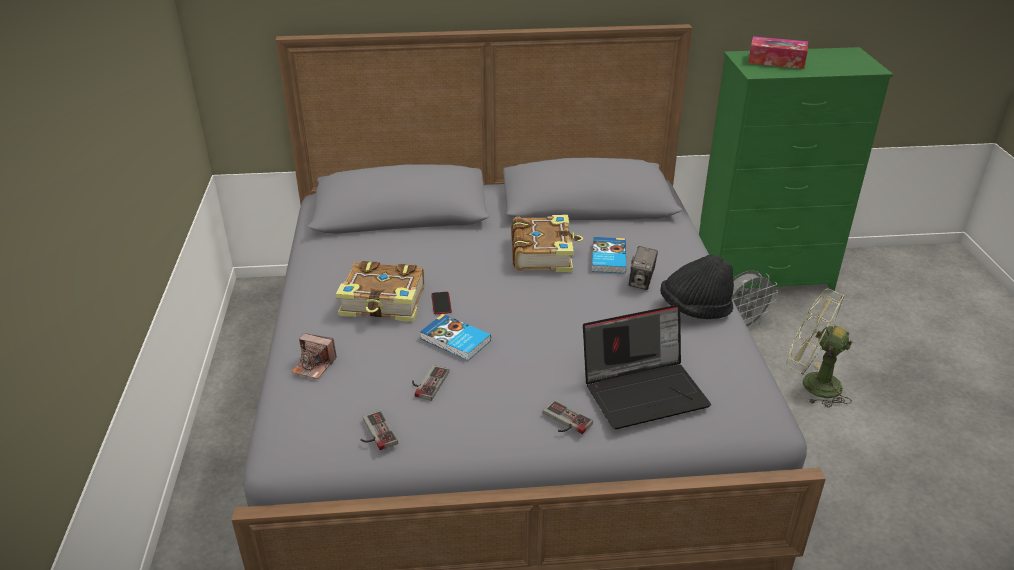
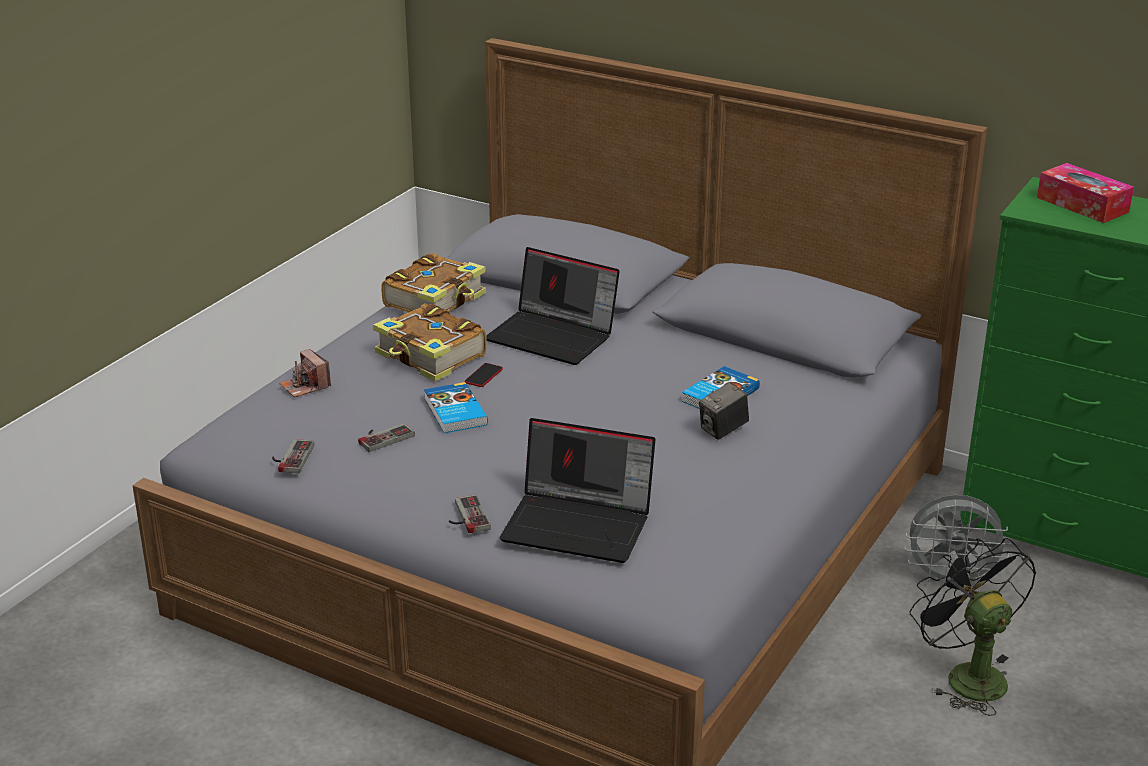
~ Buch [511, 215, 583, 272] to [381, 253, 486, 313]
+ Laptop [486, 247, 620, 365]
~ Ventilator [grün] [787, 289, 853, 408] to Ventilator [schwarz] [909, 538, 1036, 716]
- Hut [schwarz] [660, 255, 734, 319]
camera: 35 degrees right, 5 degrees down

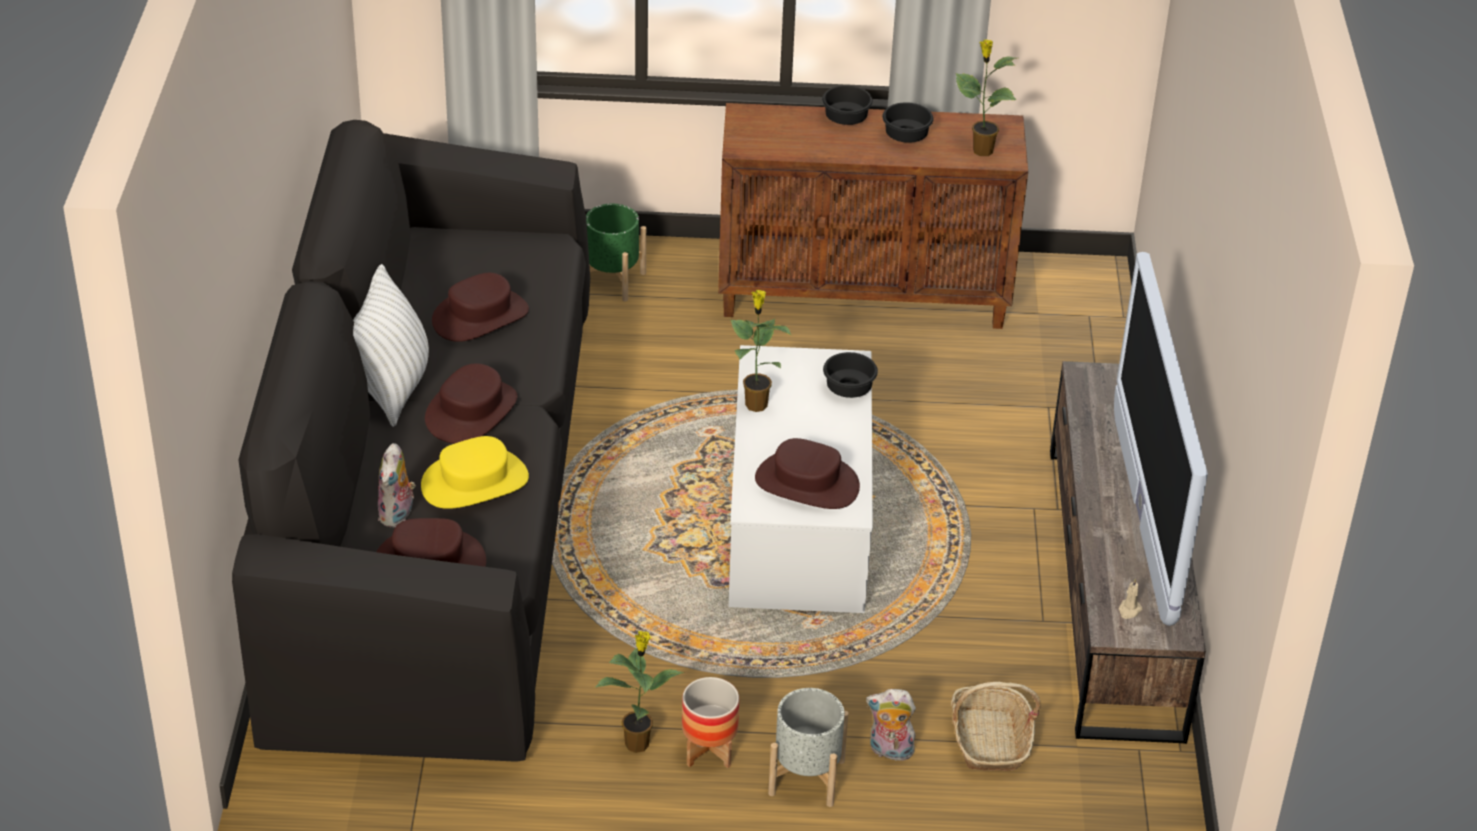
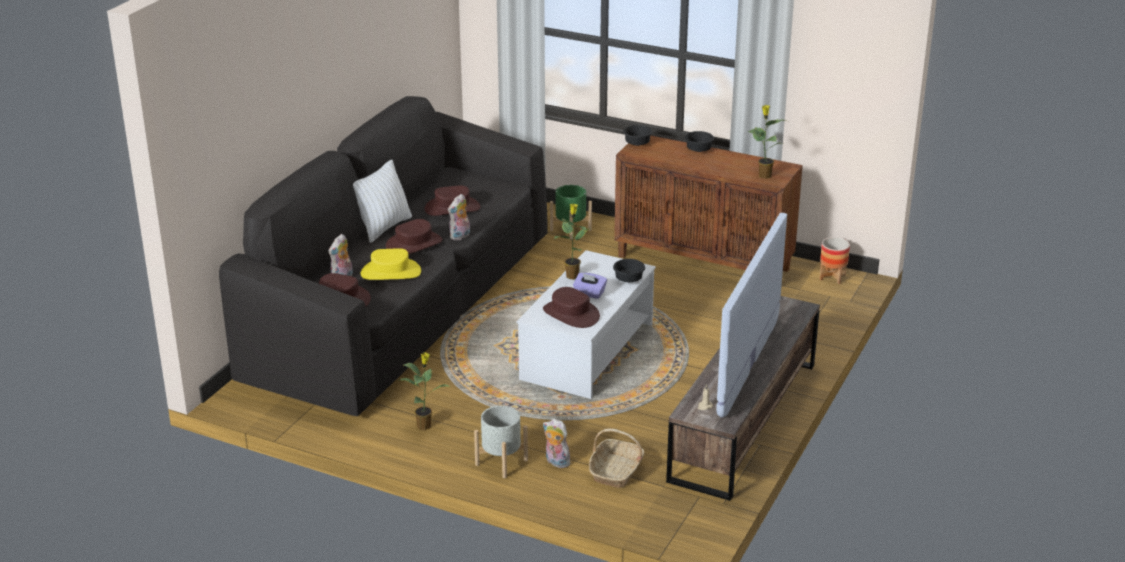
+ Plüschtier [448, 194, 470, 240]
+ Taschentuchbox [lila] [573, 273, 607, 299]
~ Schüssel [schwarz] [882, 102, 933, 143] to [623, 125, 652, 146]
~ Pflanzkübel [682, 677, 739, 768] to [820, 237, 850, 284]
camera: 25 degrees right, 10 degrees down

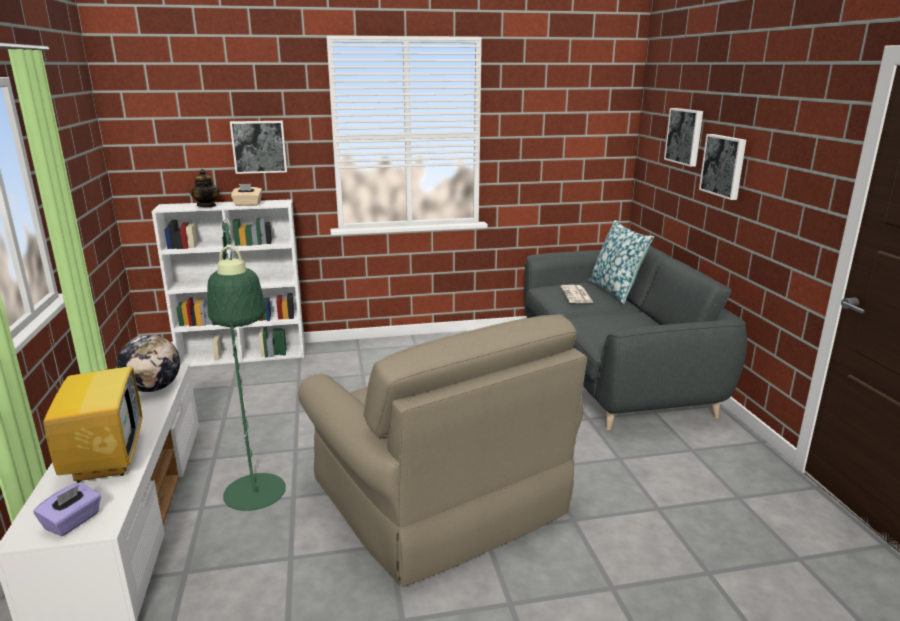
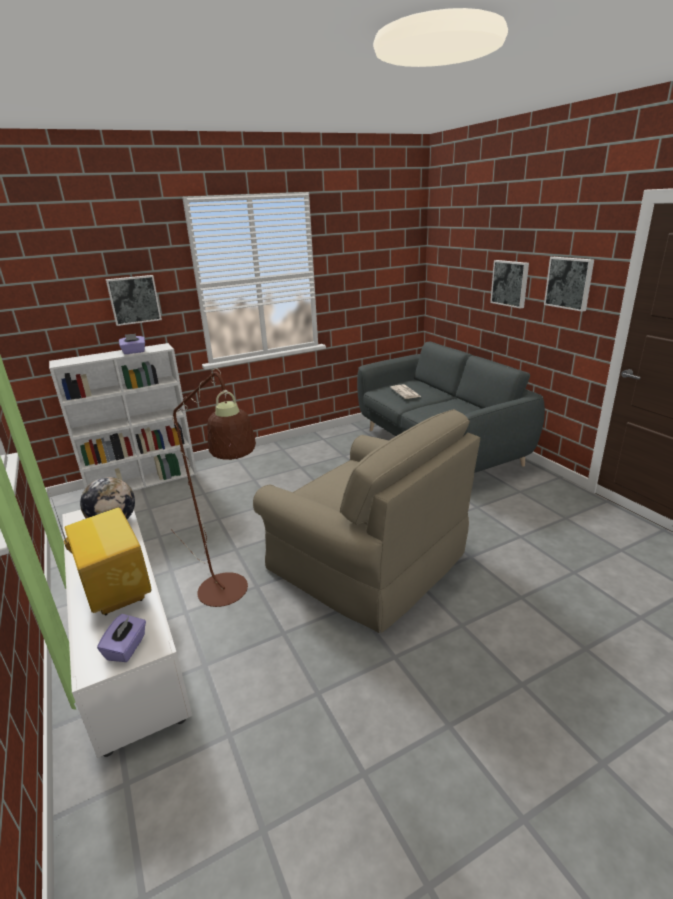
~ Taschentuchbox [beige] [231, 184, 262, 206] to Taschentuchbox [lila] [119, 333, 145, 354]
~ Stehlampe [grün] [207, 219, 286, 511] to Stehlampe [braun] [171, 368, 256, 607]
~ Bild [664, 108, 703, 167] to [544, 257, 594, 312]
- Teekanne [190, 169, 219, 207]
- Kissen [588, 220, 654, 304]
camera: 15 degrees left, 5 degrees up

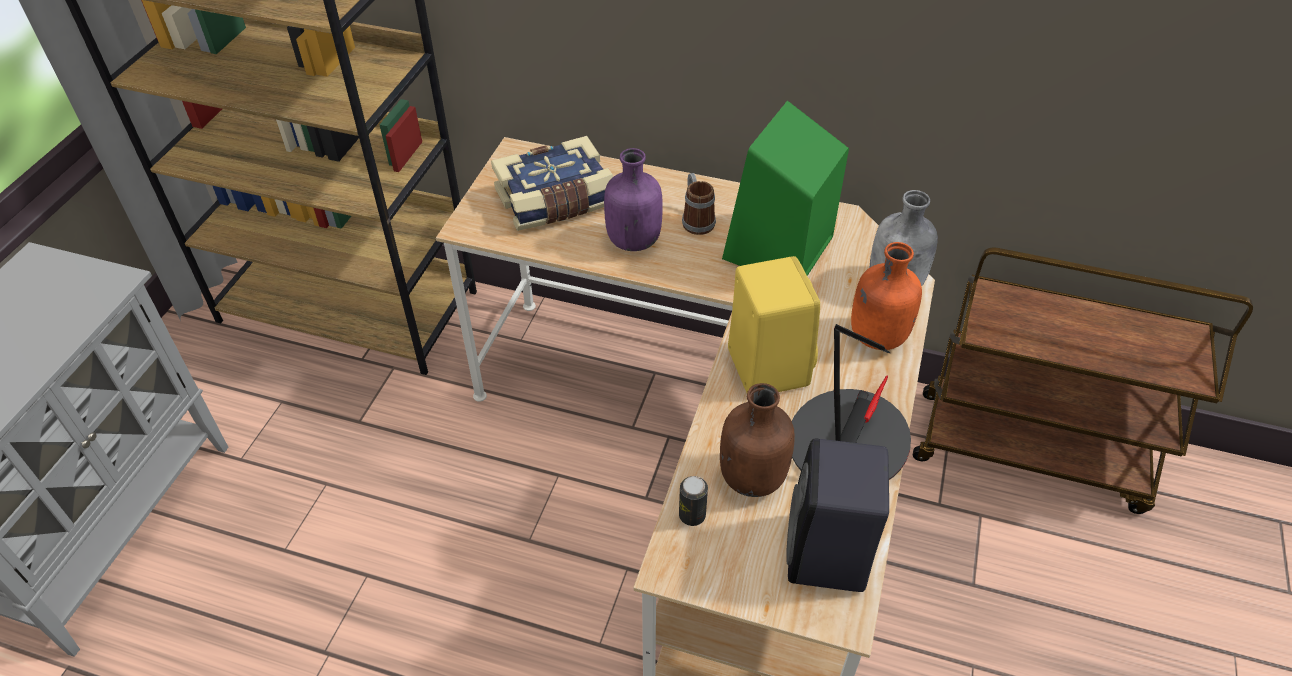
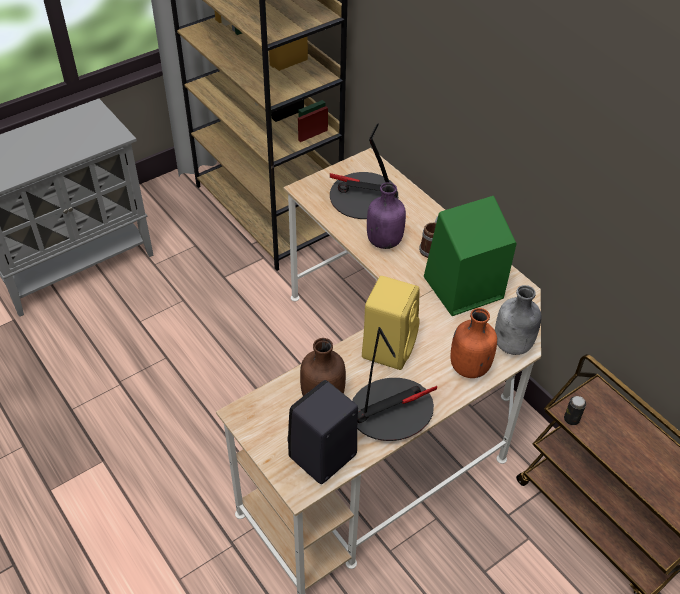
~ Buch [491, 136, 613, 231] to Tischlampe [330, 123, 398, 219]
~ Dose [679, 476, 708, 526] to [564, 396, 586, 425]
camera: 35 degrees right, 0 degrees up

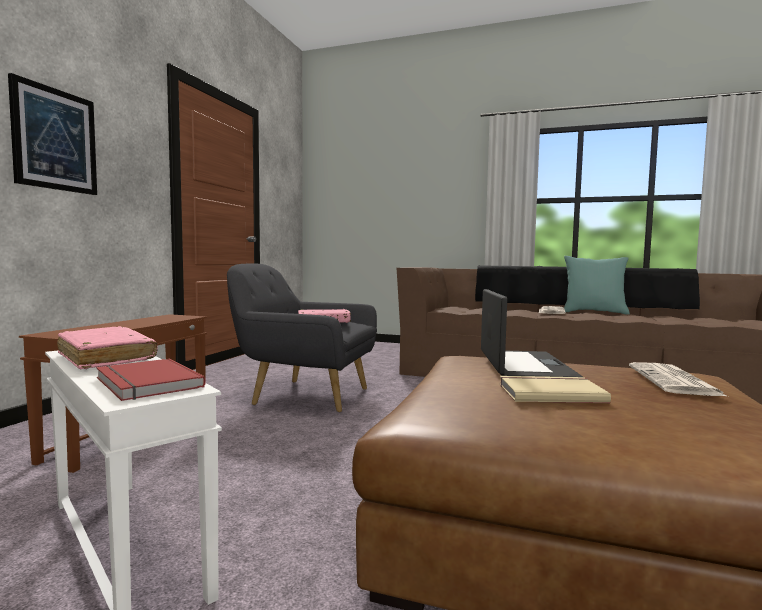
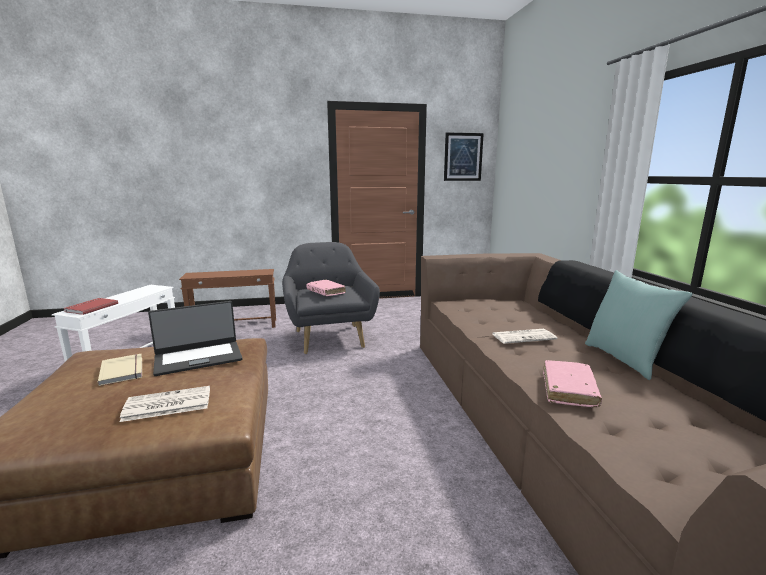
~ Bild [8, 73, 97, 195] to [444, 132, 484, 181]
~ Buch [rosa] [57, 326, 158, 369] to [543, 360, 602, 407]
camera: 60 degrees right, 10 degrees up

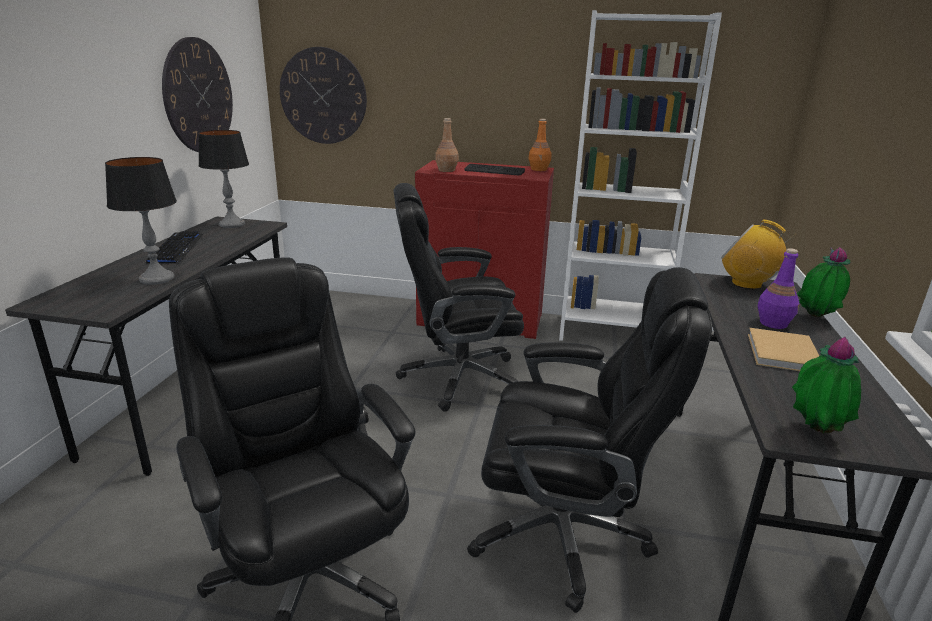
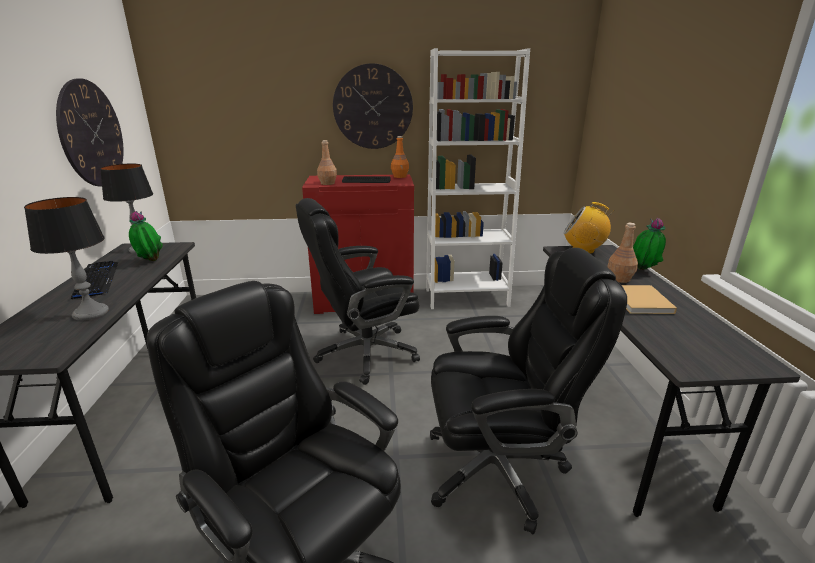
~ Topfpflanze [792, 337, 861, 433] to [129, 211, 163, 261]
~ Wanduhr [280, 47, 367, 144] to [333, 63, 413, 149]
~ Flasche [lila] [758, 248, 800, 329] to Flasche [braun] [608, 223, 638, 283]
camera: 15 degrees left, 0 degrees up

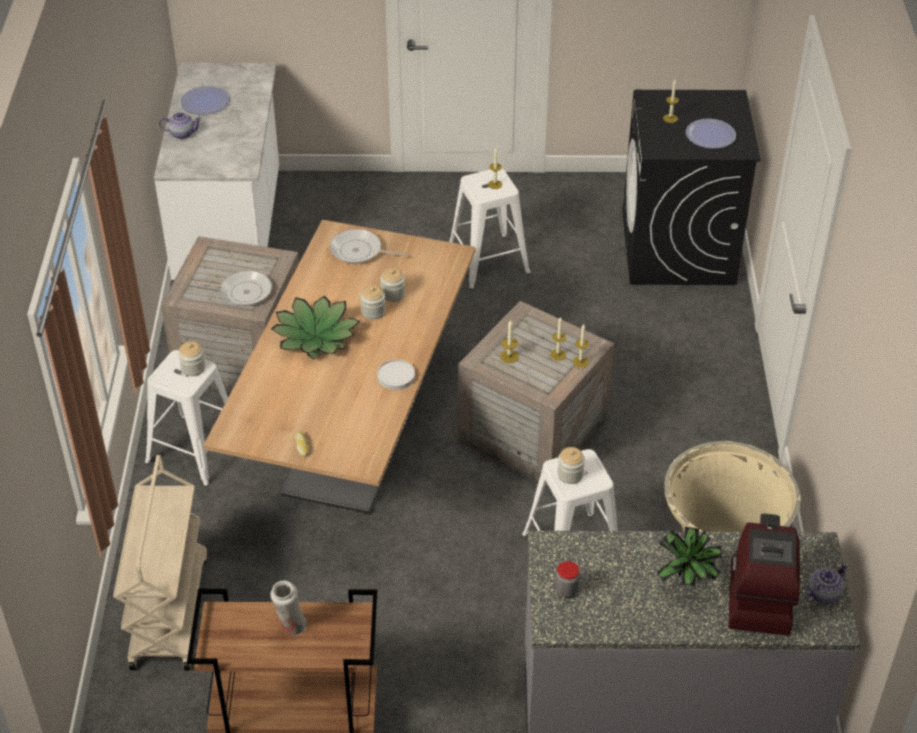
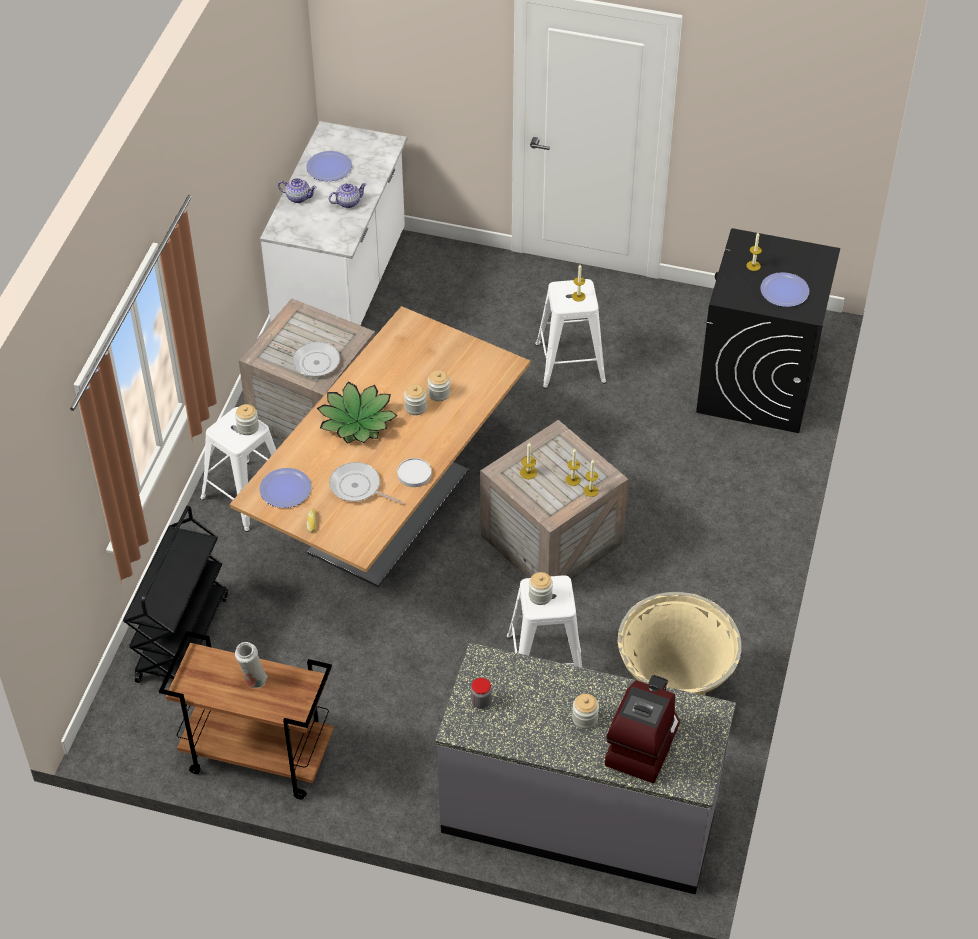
~ Rollwagen [beige] [113, 455, 207, 671] to Rollwagen [schwarz] [123, 506, 228, 683]
+ Teller [259, 468, 312, 508]
~ Teekanne [805, 563, 849, 603] to [329, 183, 367, 208]
~ Pfanne [330, 229, 408, 264] to [329, 462, 402, 504]
~ Topfpflanze [657, 526, 722, 587] to Vorratsglas [572, 694, 599, 729]
camera: 15 degrees right, 5 degrees up

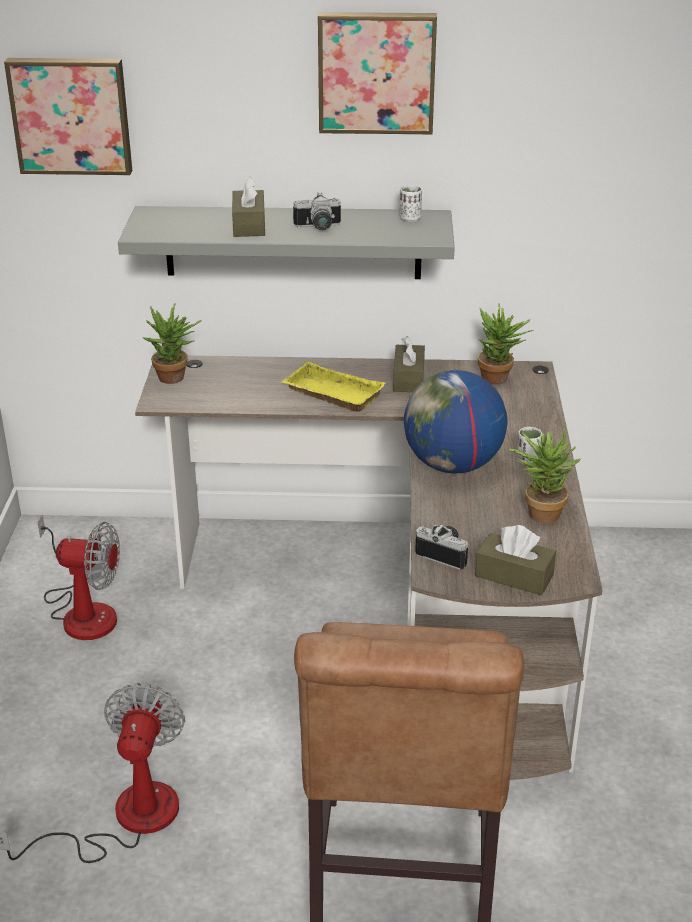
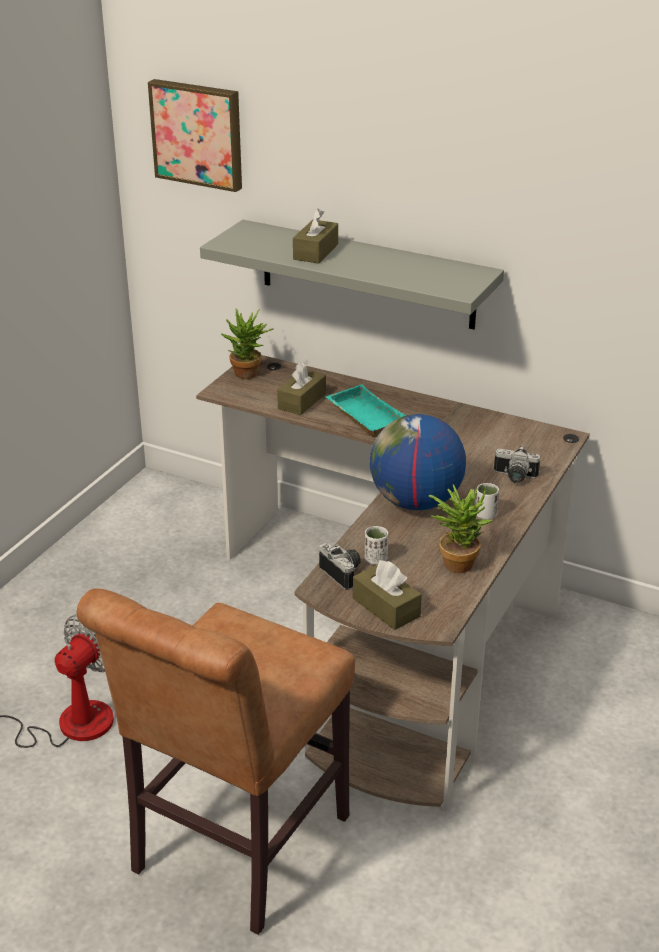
~ Taschentuchbox [braun] [393, 336, 425, 392] to [277, 362, 326, 415]
~ Tablett [gelb] [281, 361, 385, 412] to Tablett [türkis] [325, 384, 406, 437]
~ Tasse [weiß] [400, 185, 422, 222] to [365, 526, 388, 565]
~ Kamera [293, 192, 341, 230] to [494, 446, 540, 483]
- Ventilator [37, 515, 120, 640]
- Bild [318, 12, 437, 135]
- Topfpflanze [478, 303, 533, 385]
camera: 25 degrees right, 0 degrees up

